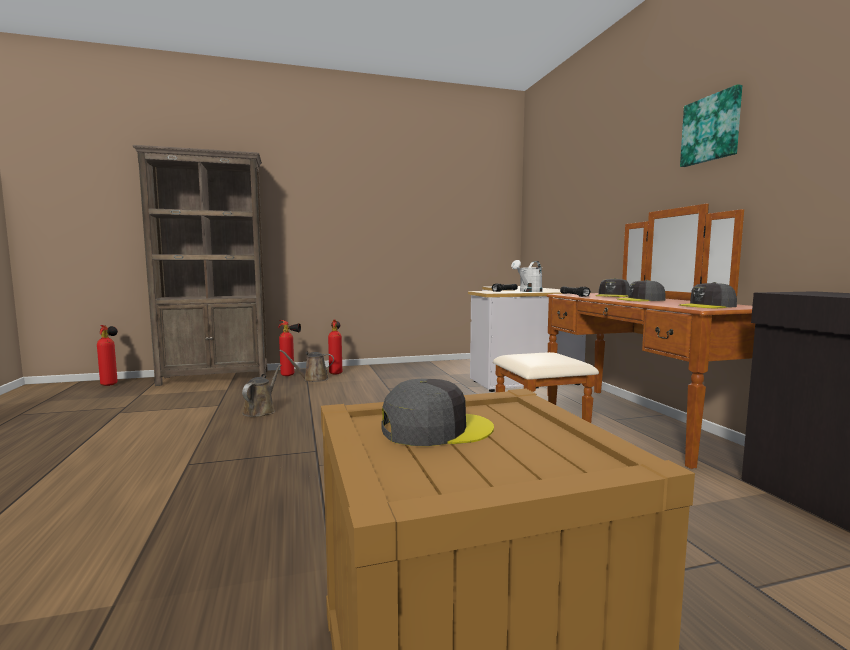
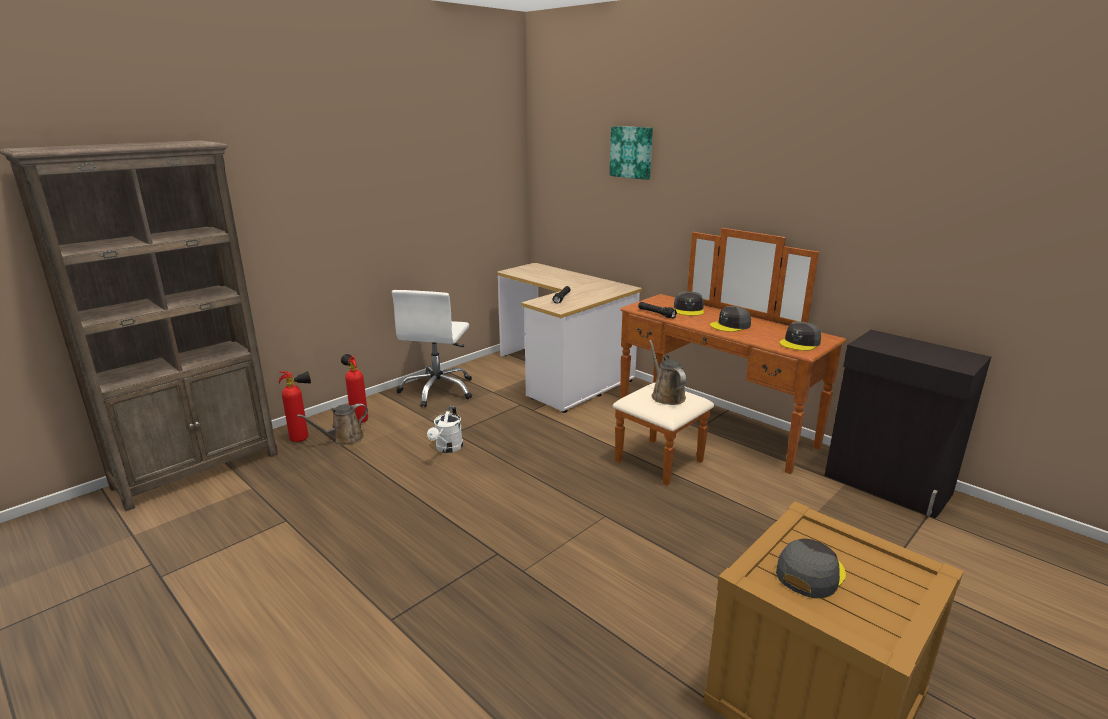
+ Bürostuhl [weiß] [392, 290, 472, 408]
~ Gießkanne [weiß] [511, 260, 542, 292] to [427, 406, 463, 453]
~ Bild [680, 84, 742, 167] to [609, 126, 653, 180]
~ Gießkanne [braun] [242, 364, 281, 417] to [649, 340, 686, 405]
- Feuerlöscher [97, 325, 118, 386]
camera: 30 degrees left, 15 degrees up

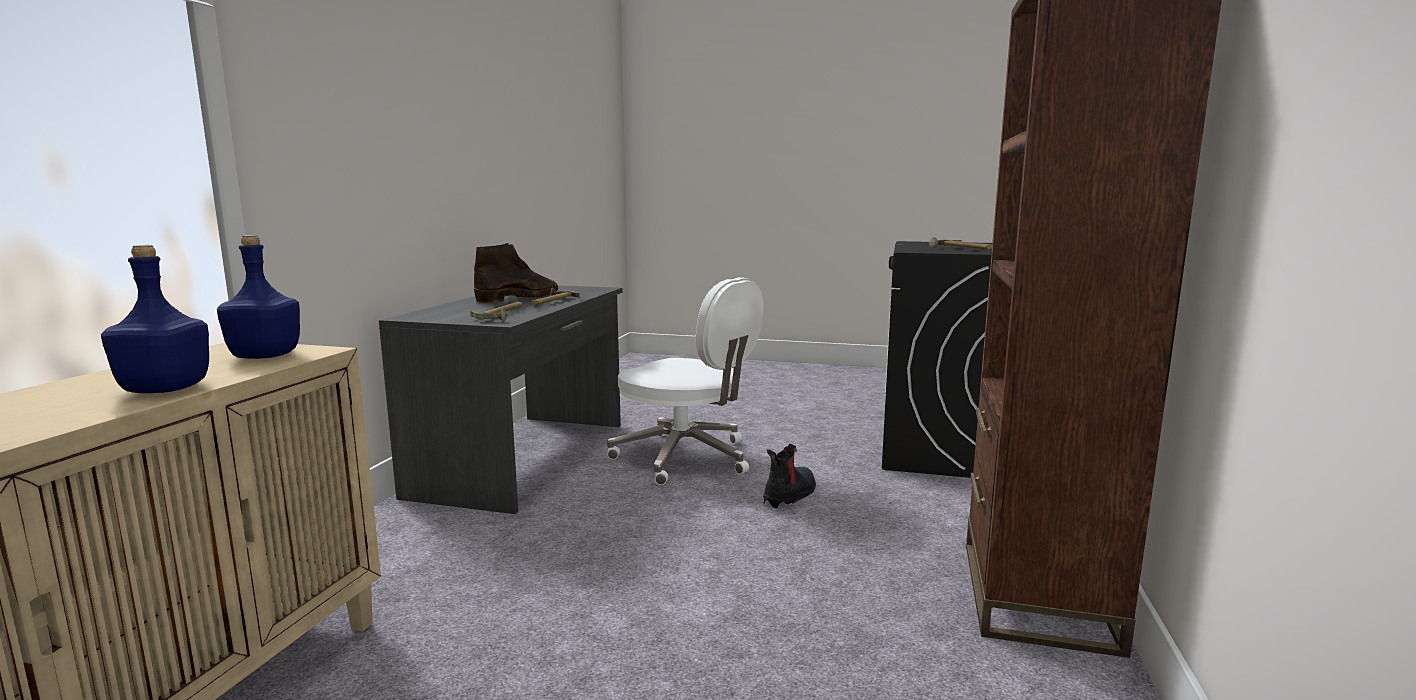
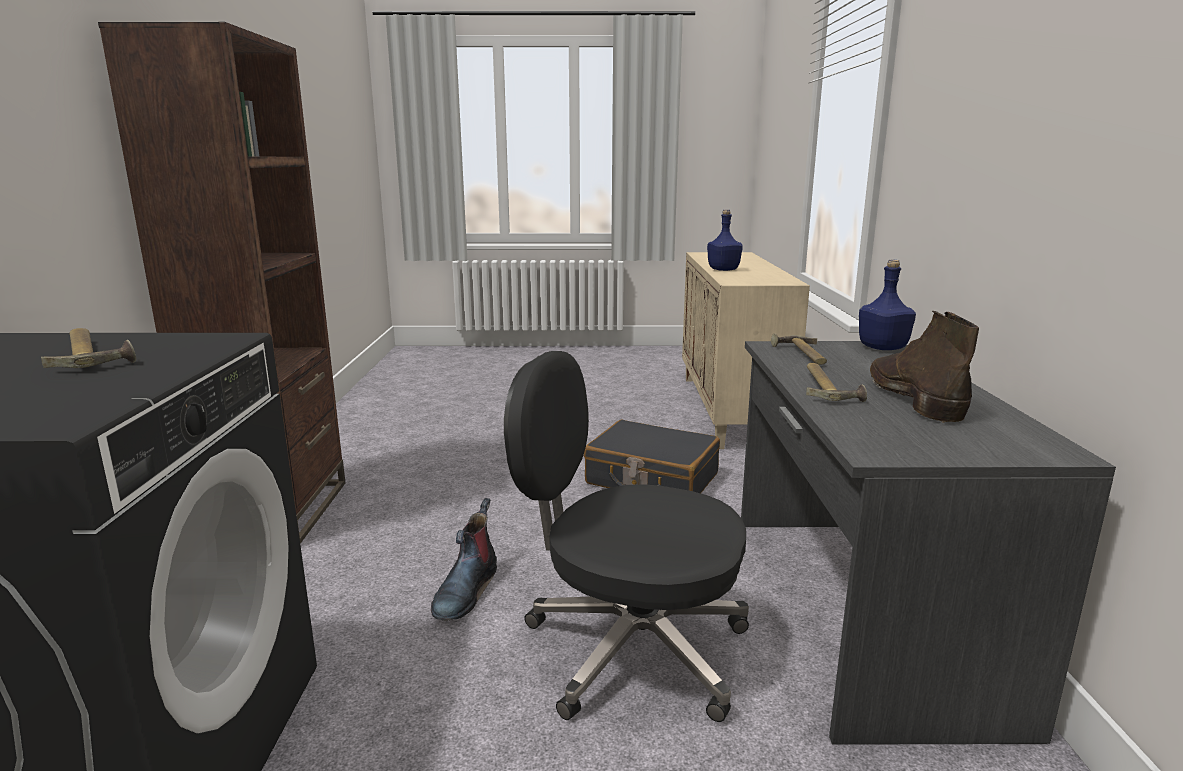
~ Bürostuhl [weiß] [607, 277, 764, 485] to Bürostuhl [schwarz] [504, 351, 749, 722]
+ Koffer [schwarz] [584, 420, 720, 493]
~ Flasche [blau] [217, 235, 300, 359] to [859, 260, 916, 350]
~ Stiefel [braun] [474, 243, 558, 303] = [870, 311, 979, 423] 150 degrees clockwise
camera: 165 degrees right, 5 degrees up

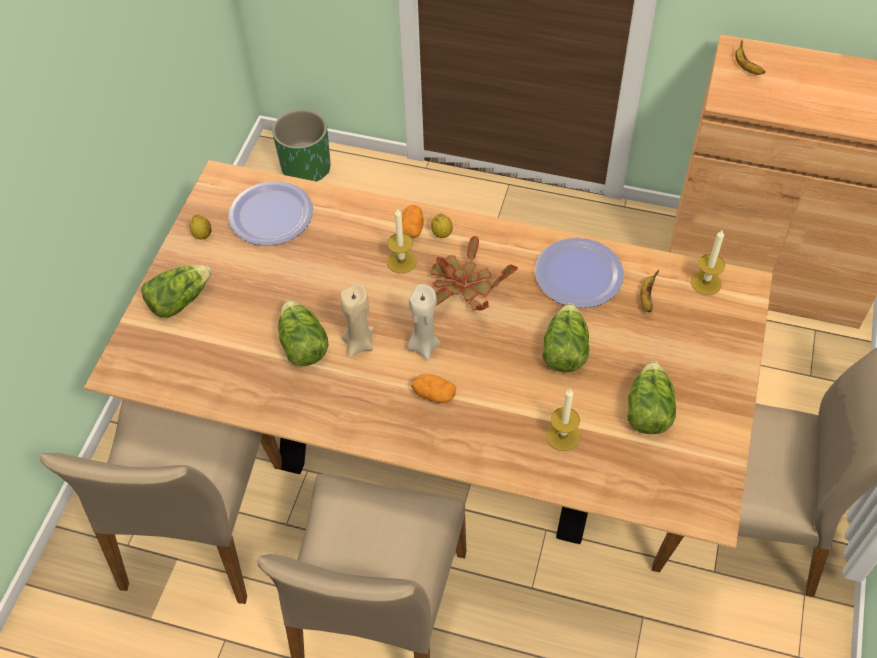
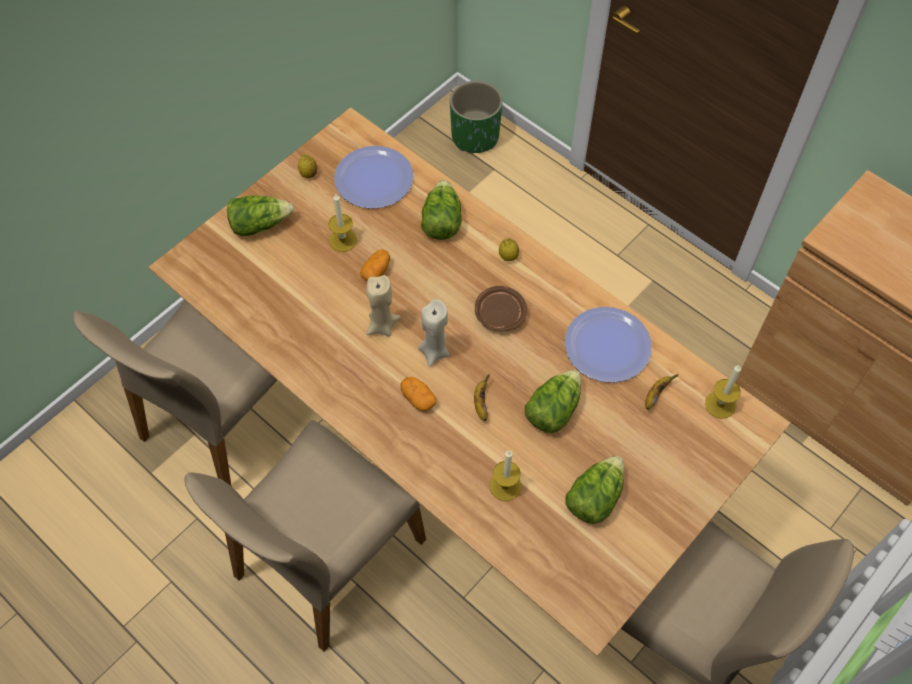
~ Kerze [387, 209, 416, 273] to [328, 194, 357, 252]
~ Kartoffel [402, 205, 424, 238] to [360, 249, 390, 281]
~ Salatkopf [278, 300, 328, 367] to [421, 180, 462, 240]
~ Banane [735, 40, 766, 75] to [474, 374, 490, 421]
~ Topfpflanze [431, 236, 518, 311] to Teller [braun] [475, 286, 527, 331]
camera: 25 degrees right, 5 degrees up

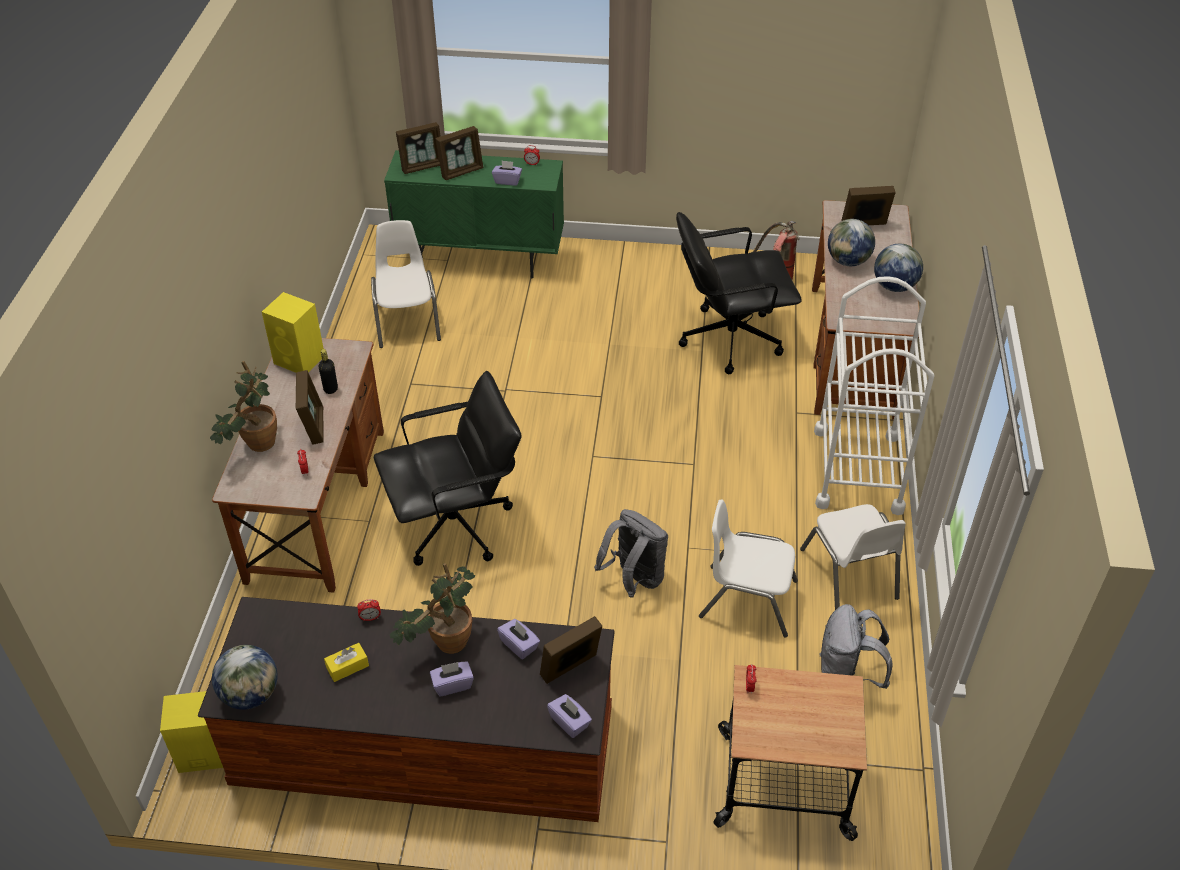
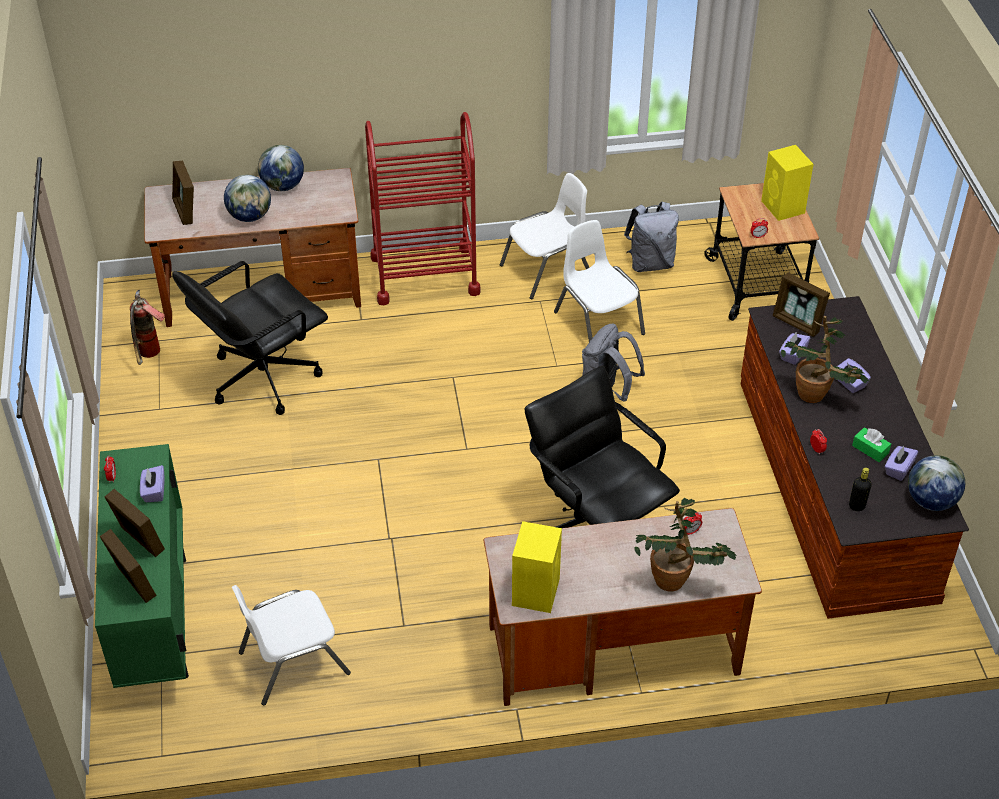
~ Bürostuhl [schwarz] [676, 212, 802, 374] = [172, 261, 328, 415] 75 degrees clockwise
~ Rollwagen [weiß] [814, 276, 934, 515] to Rollwagen [rot] [365, 112, 481, 305]
~ Stuhl [weiß] [699, 500, 798, 638] = [554, 220, 645, 342] 150 degrees clockwise
~ Lautsprecher [gelb] [160, 691, 223, 773] to [761, 145, 814, 221]
~ Flasche [schwarz] [319, 349, 338, 394] to [849, 467, 872, 511]
~ Taschentuchbox [gelb] [324, 643, 369, 682] to Taschentuchbox [grün] [852, 427, 891, 462]
~ Taschentuchbox [lila] [547, 694, 592, 738] to [885, 446, 918, 481]
- Bilderrahmen [296, 370, 324, 445]
camera: 105 degrees left, 0 degrees up

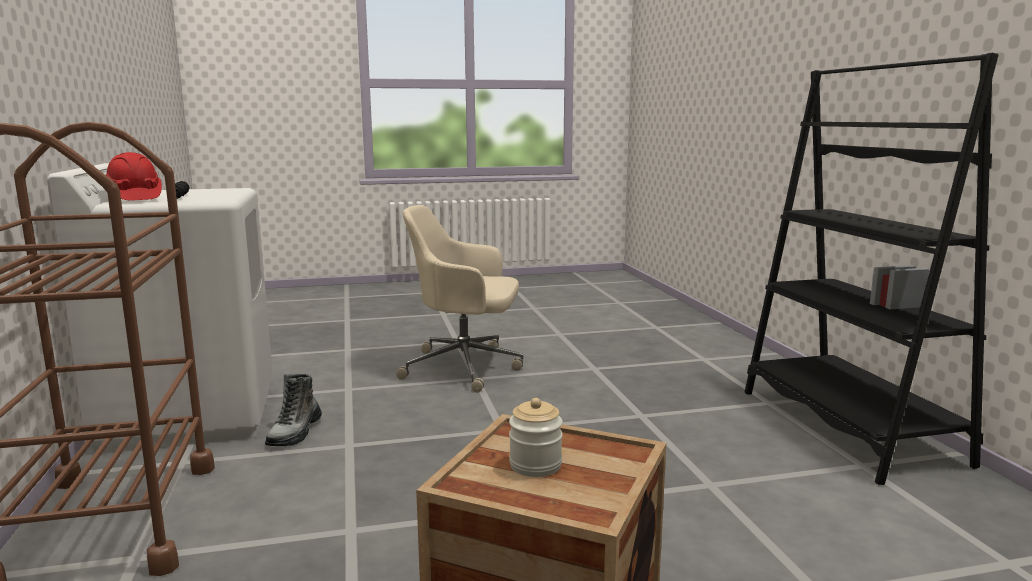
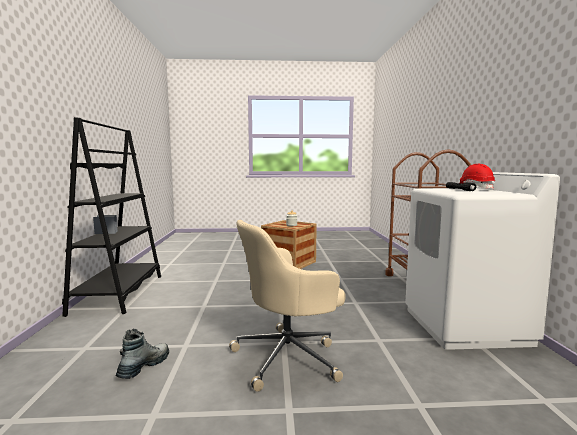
~ Stiefel [265, 373, 322, 446] to [115, 329, 169, 379]
~ Bürostuhl [beige] [396, 205, 523, 393] = [229, 220, 346, 392] 135 degrees clockwise
camera: 170 degrees left, 5 degrees down

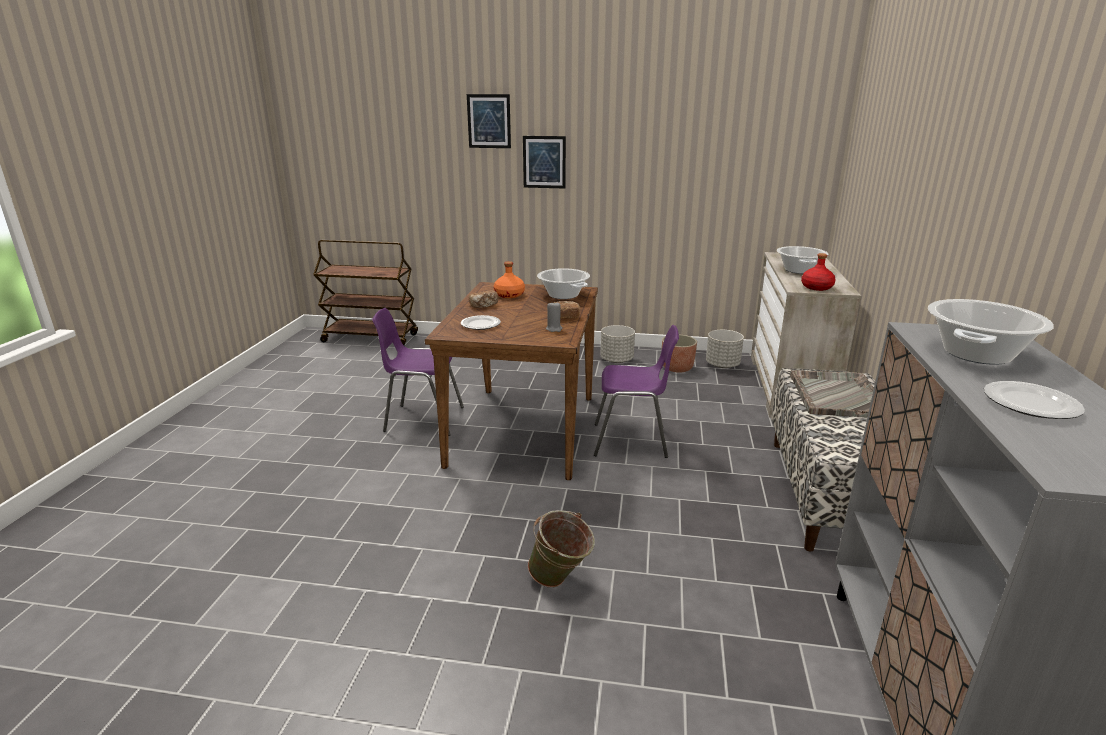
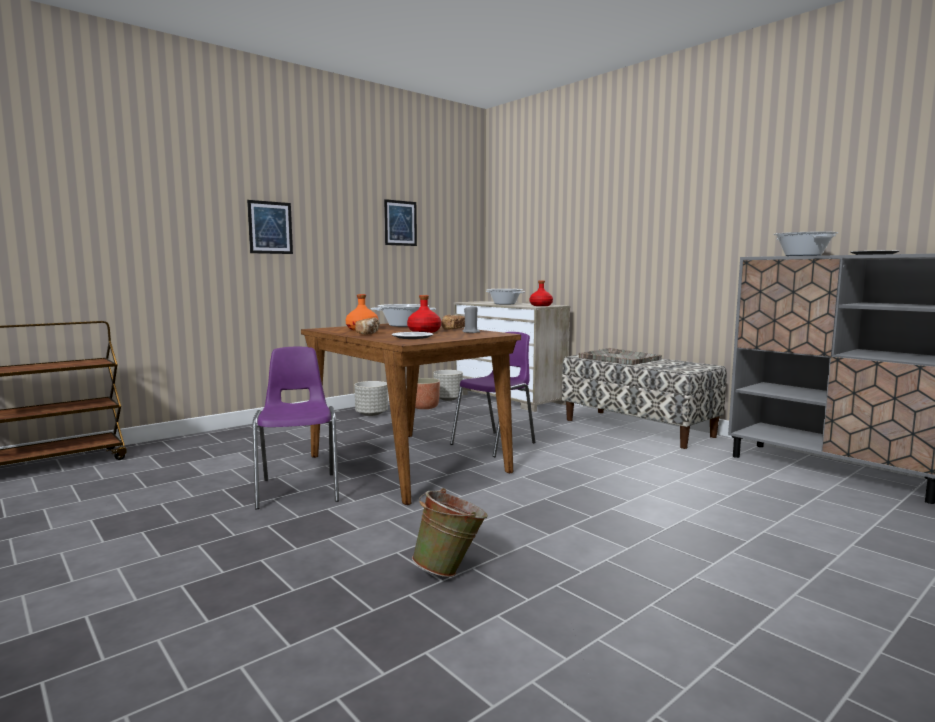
~ Stuhl [lila] [372, 308, 464, 436] = [253, 347, 339, 509] 120 degrees clockwise
~ Bild [467, 94, 511, 148] to [384, 199, 417, 246]
+ Flasche [rot] [407, 295, 441, 333]
~ Eimer [grün] [527, 510, 595, 588] to [412, 488, 488, 577]
camera: 50 degrees left, 15 degrees down

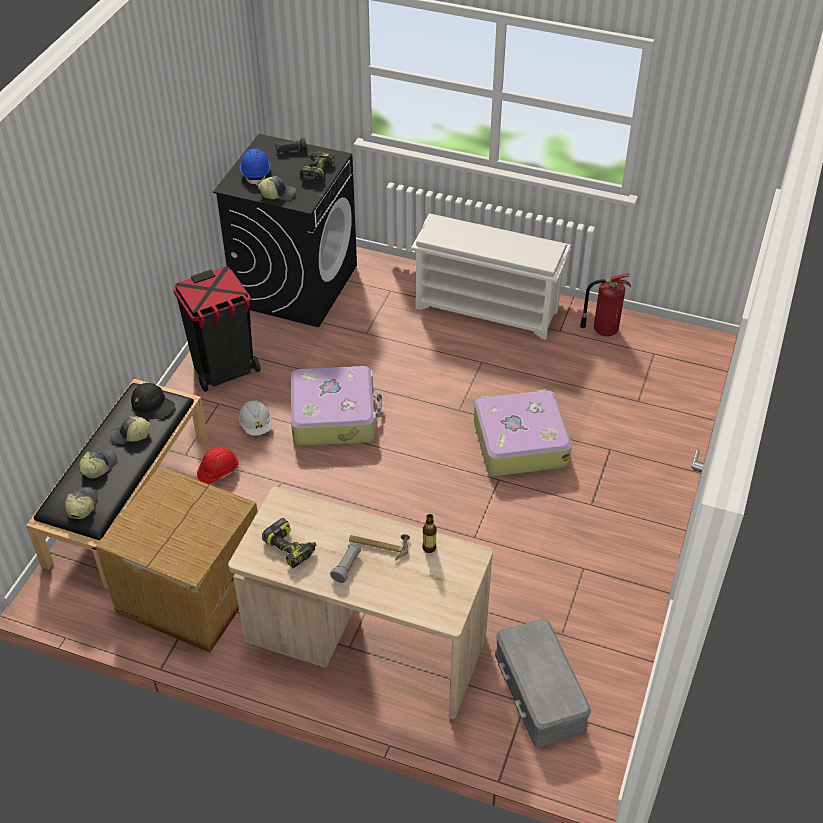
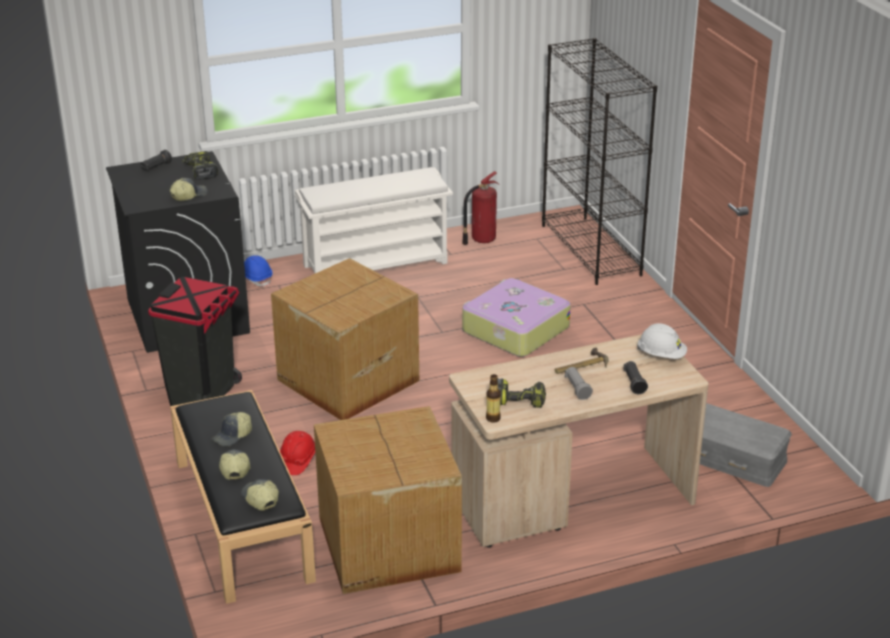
~ Schutzhelm [blau] [240, 149, 271, 185] to [244, 255, 273, 287]
~ Koffer [291, 366, 382, 446] to Karton [271, 258, 419, 420]
~ Flasche [422, 514, 437, 553] to [486, 374, 501, 423]
+ Bücherregal [schwarz] [542, 38, 657, 285]
+ Taschenlampe [schwarz] [624, 361, 648, 394]
~ Schutzhelm [weiß] [239, 400, 272, 436] to [637, 323, 687, 359]
- Kappe [schwarz] [131, 383, 175, 419]
camera: 40 degrees left, 15 degrees down

